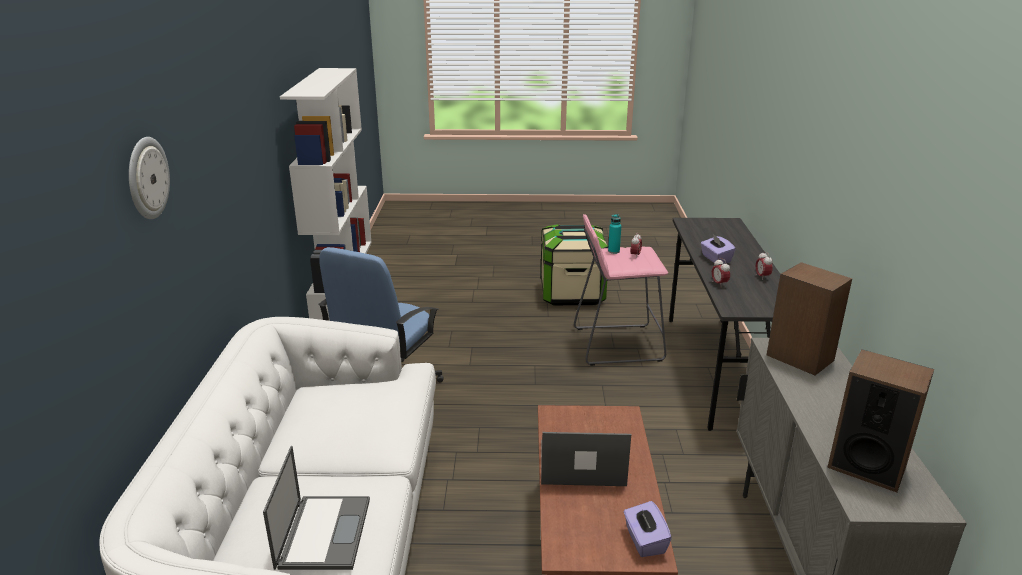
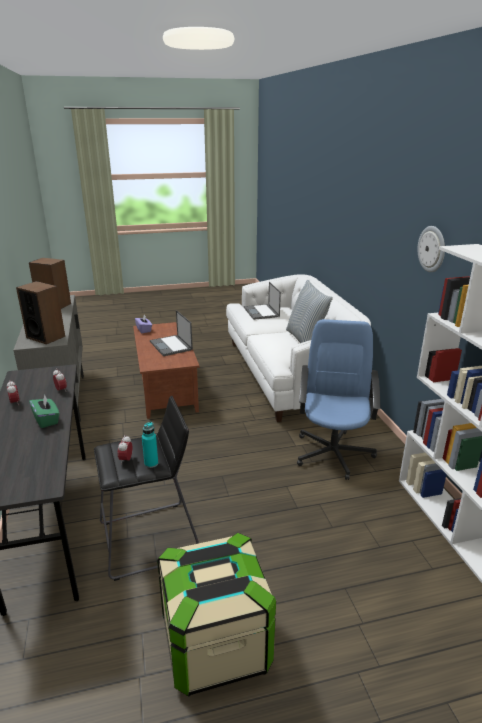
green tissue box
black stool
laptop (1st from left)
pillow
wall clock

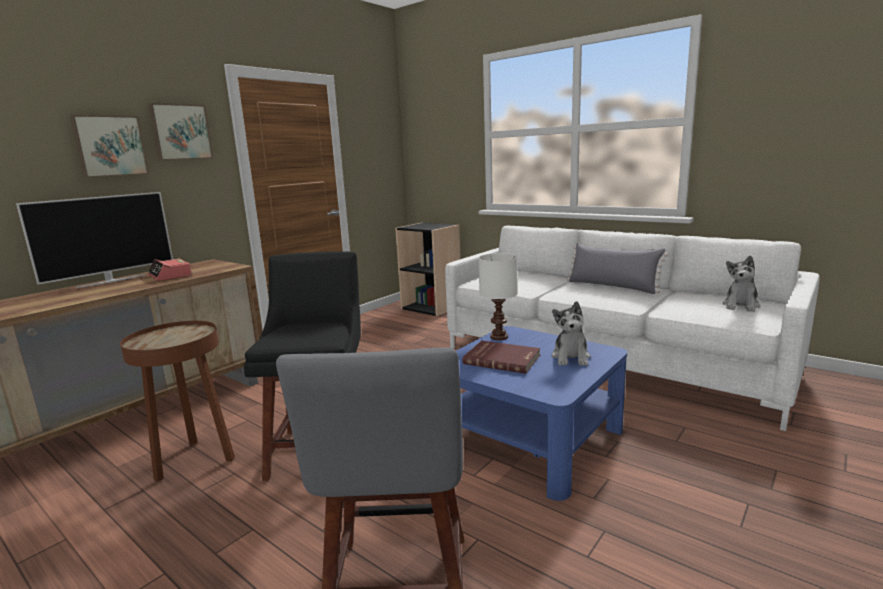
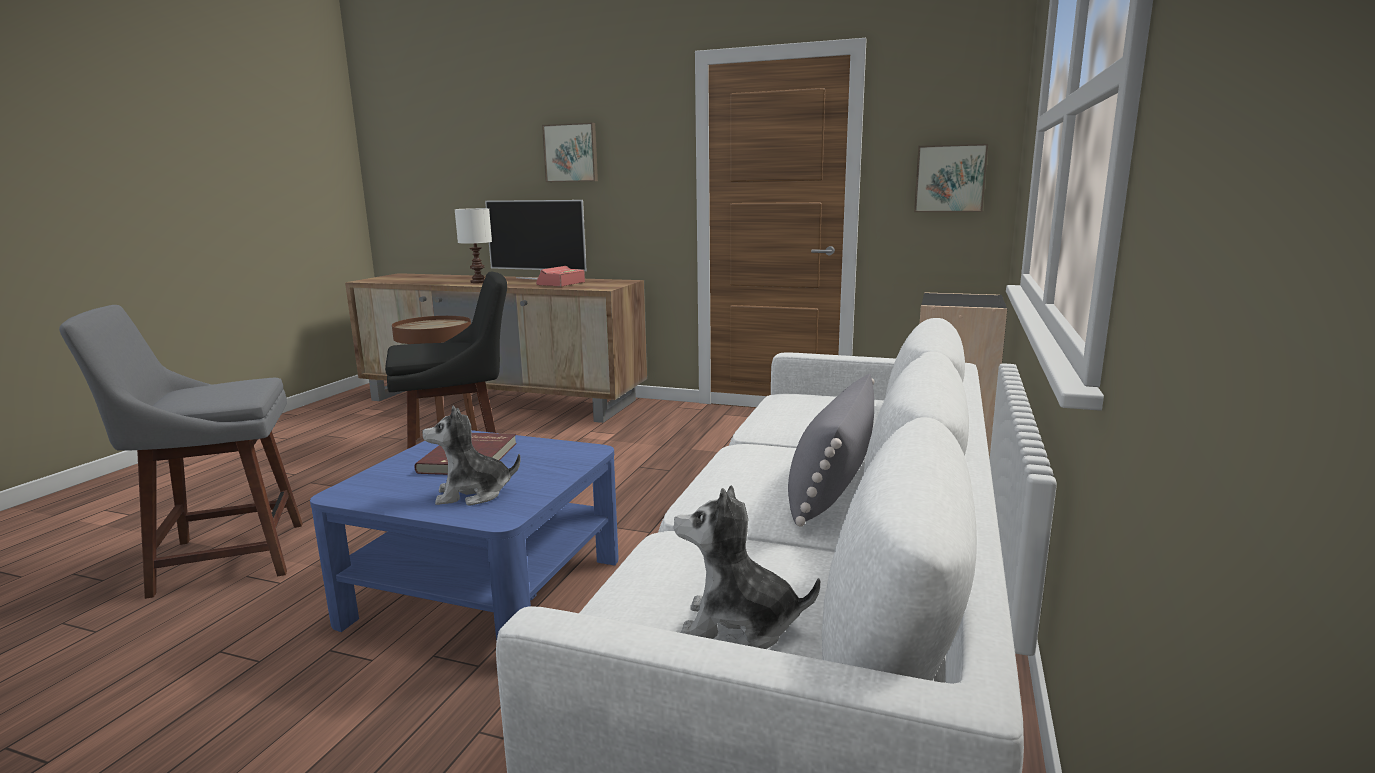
white table lamp
picture (2nd from left)

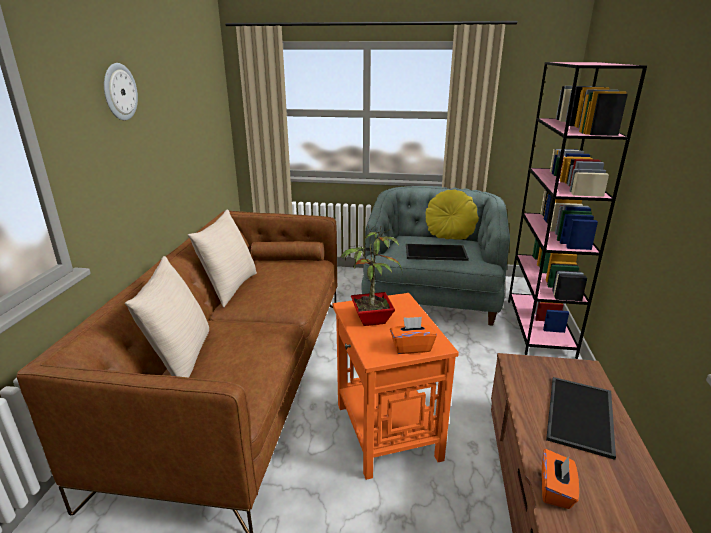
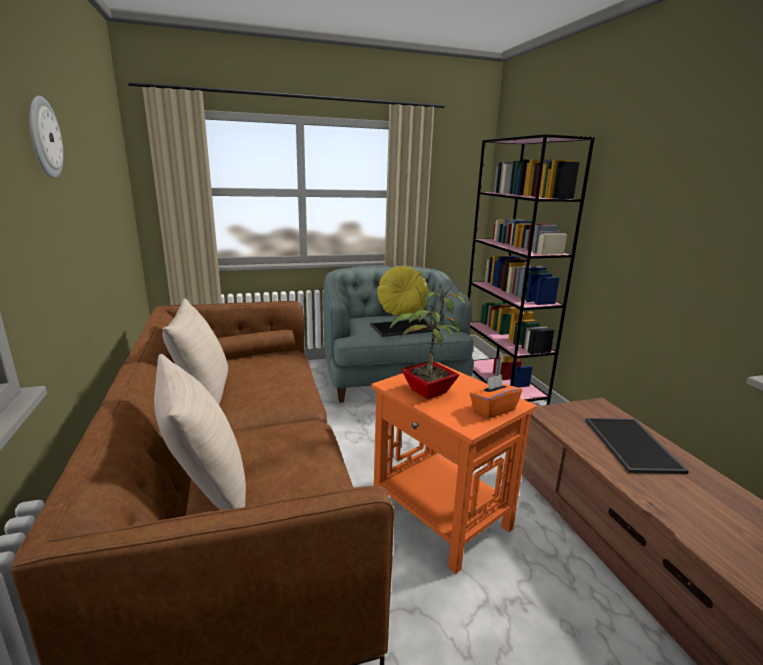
orange tissue box (2nd from left in the first image)

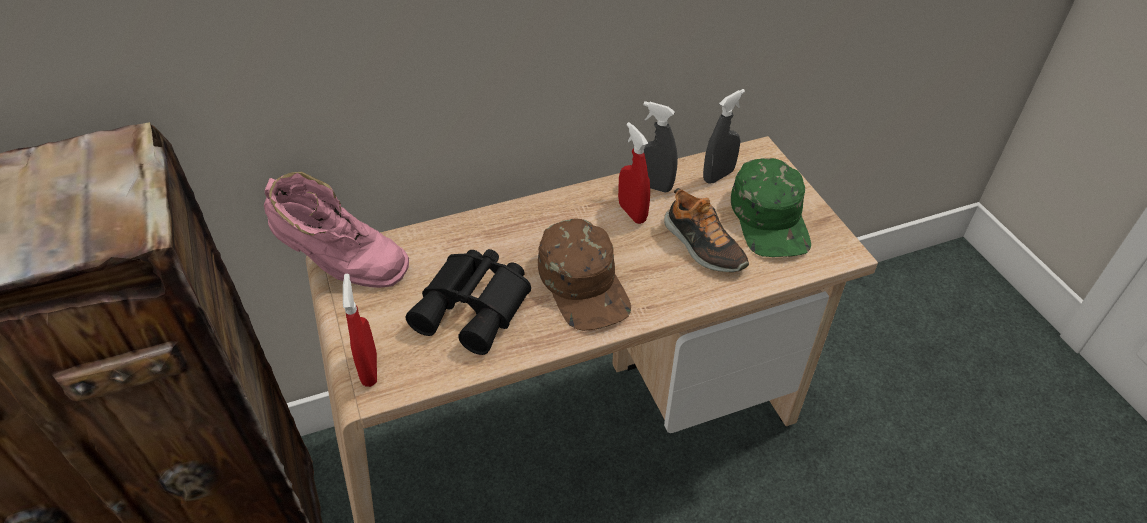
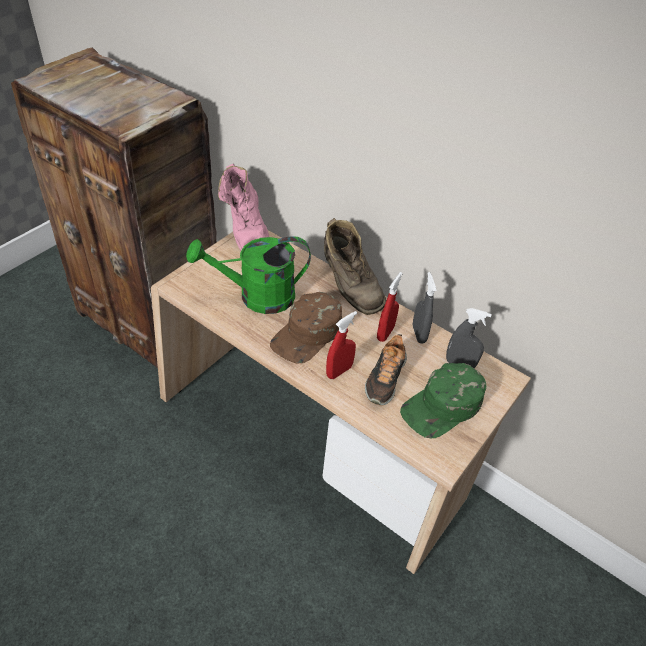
green watering can
brown boot
red spray bottle (1st from left)

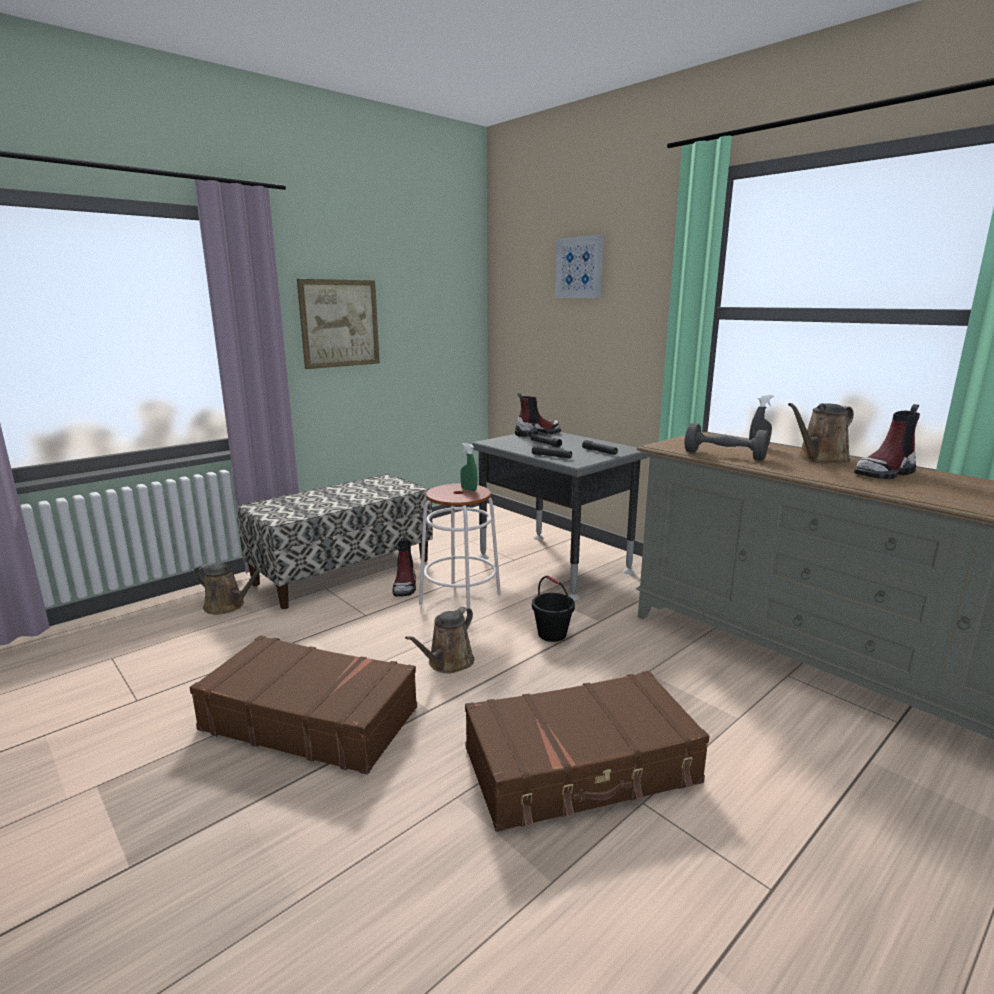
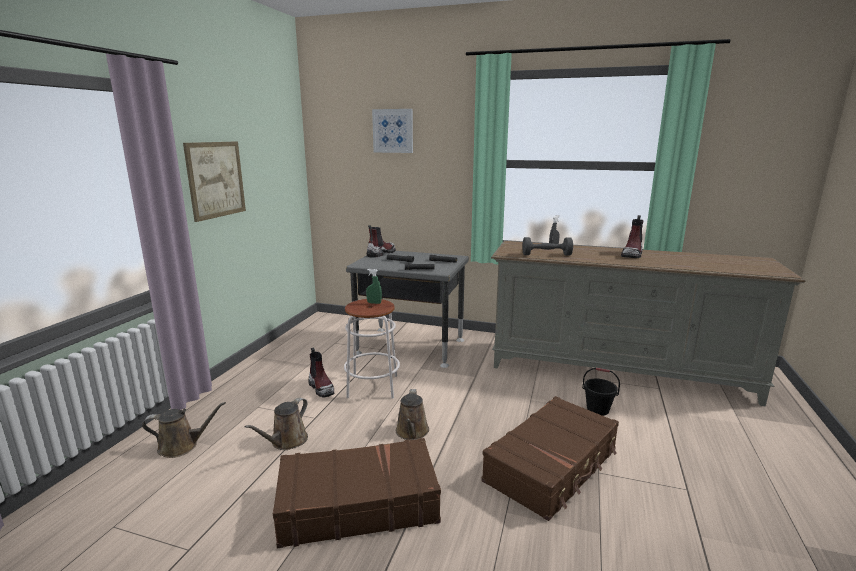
brown watering can (2nd from left)
black bucket
bench

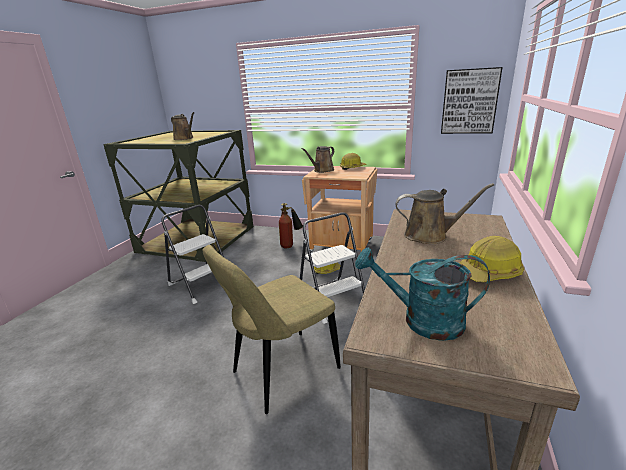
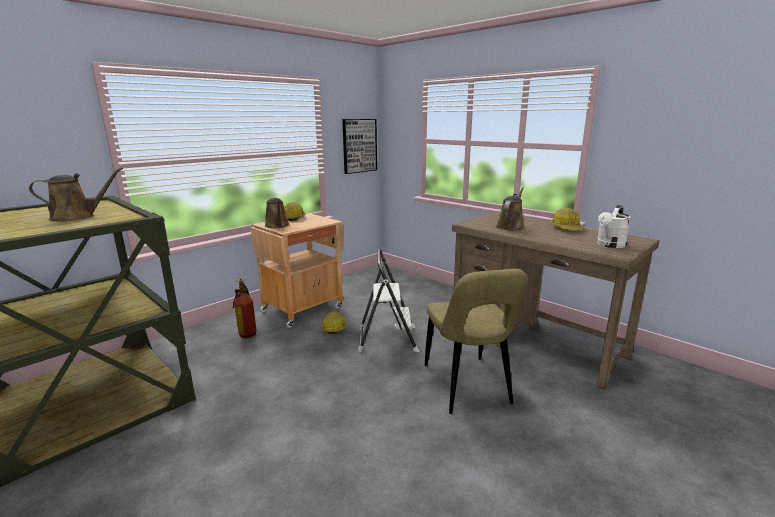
white watering can
white step ladder (1st from left in the first image)

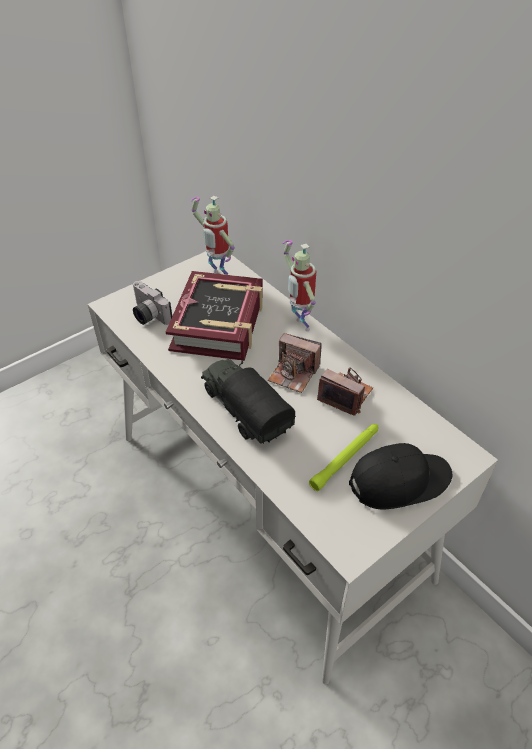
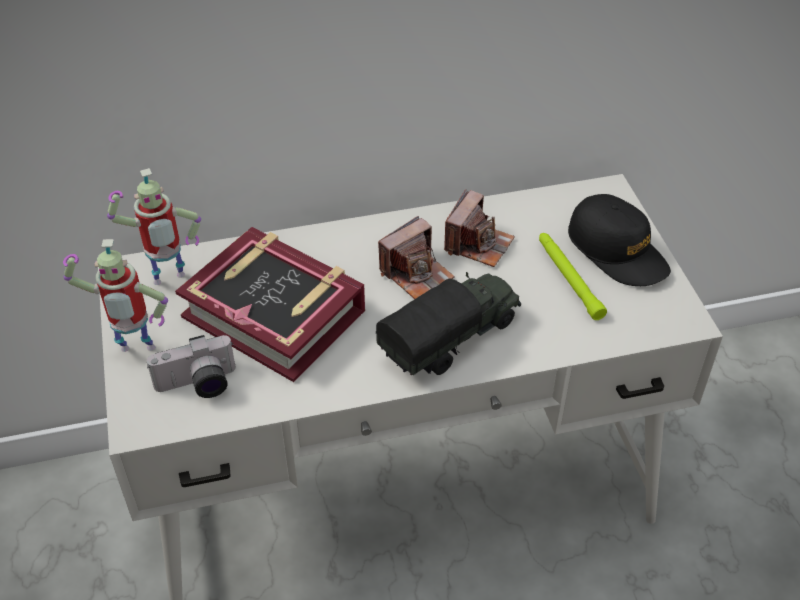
toy robot (1st from left)
toy truck
photo camera (3rd from left)
black cap

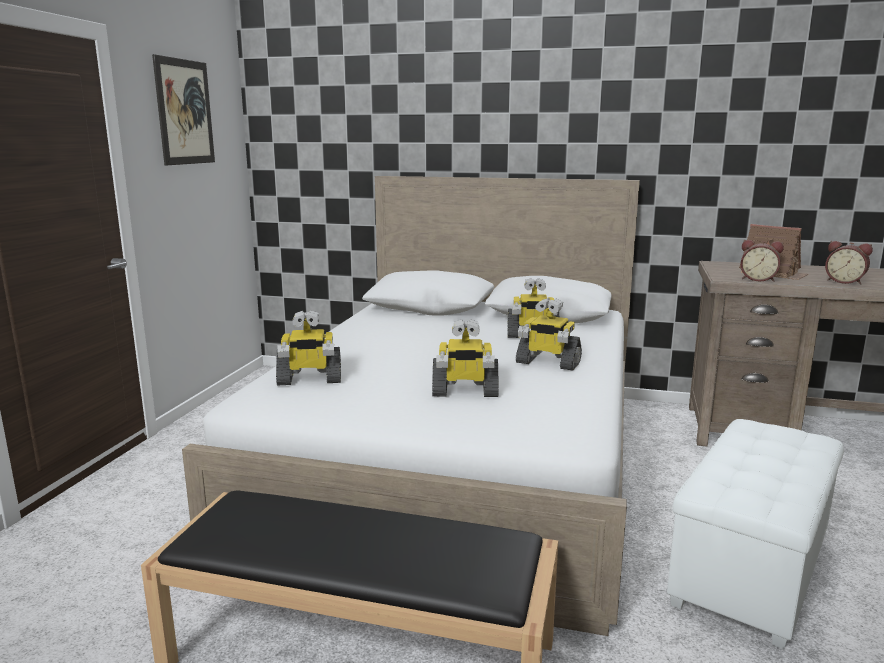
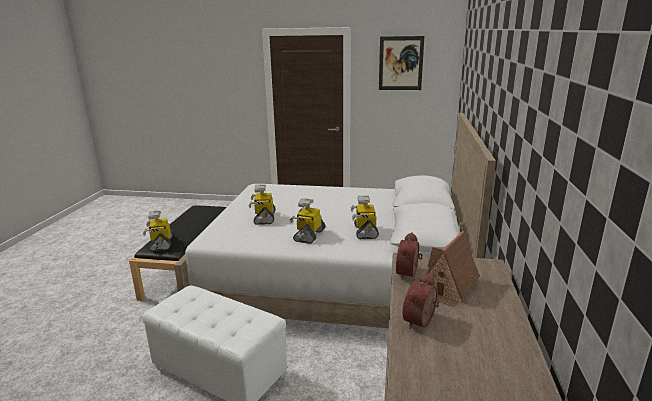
toy robot (1st from left)

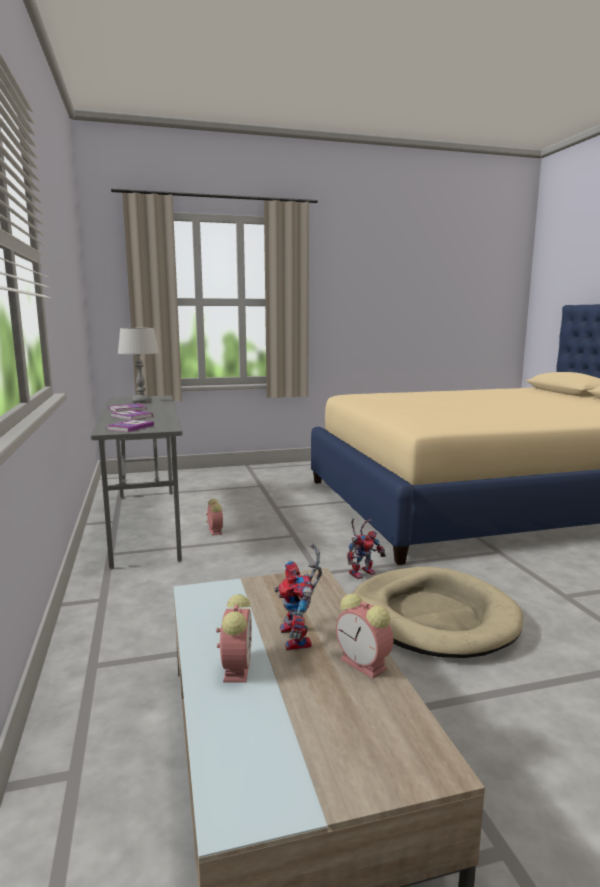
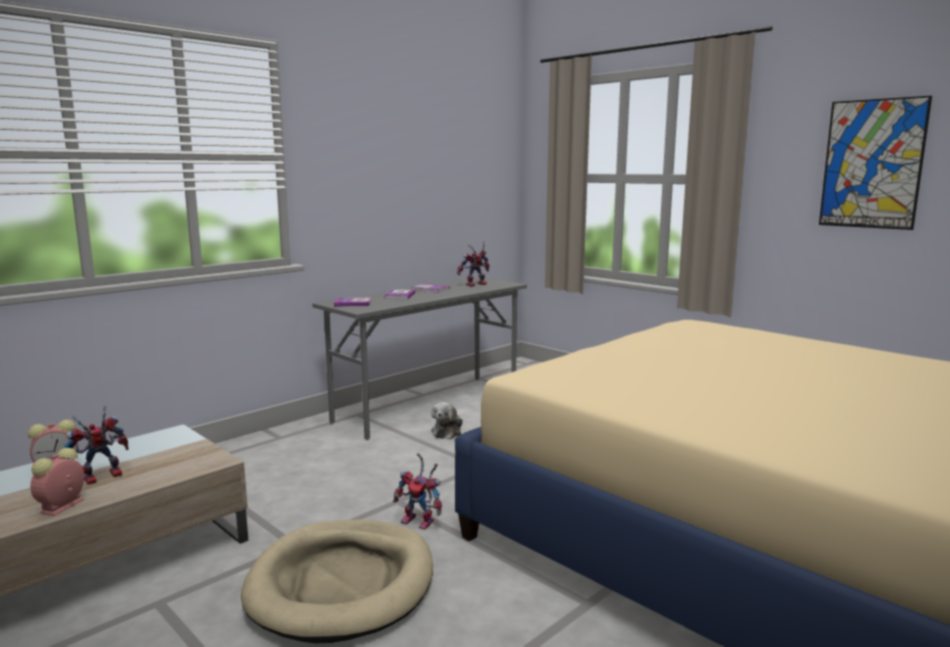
plush toy
toy robot (3rd from left)
picture

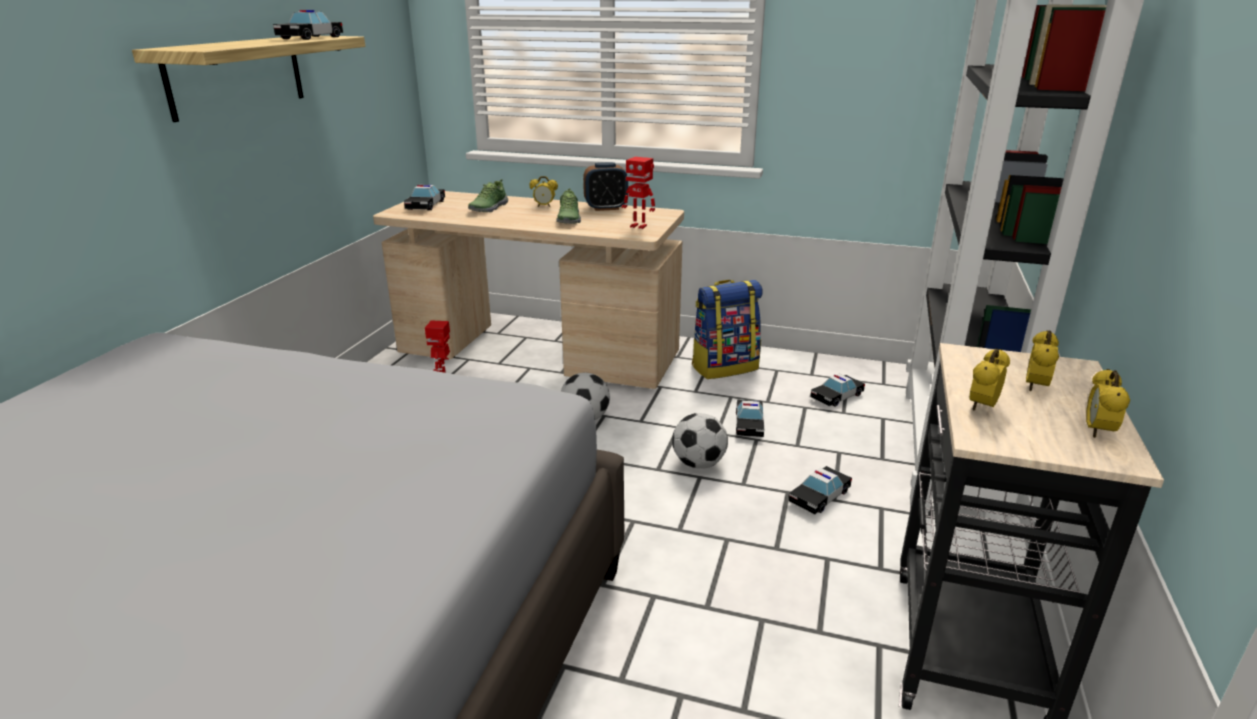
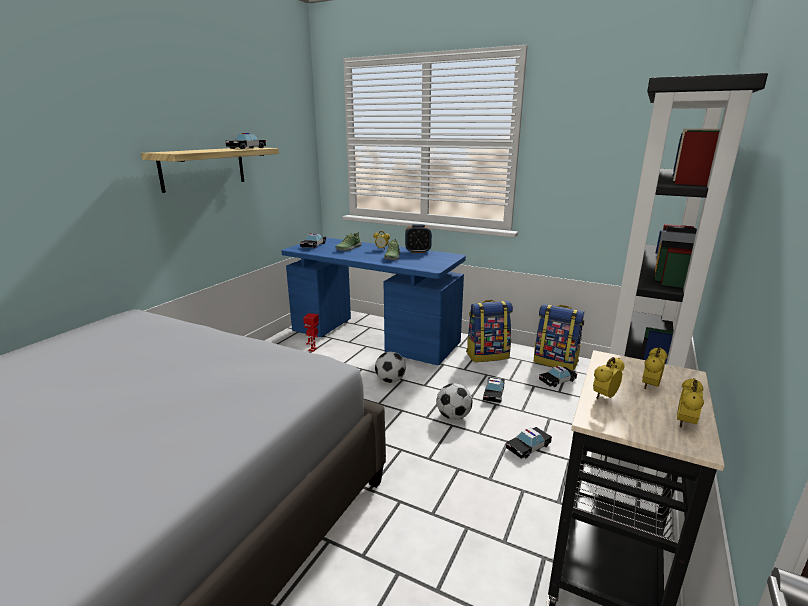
blue desk
backpack (2nd from left)
toy robot (2nd from left in the first image)

